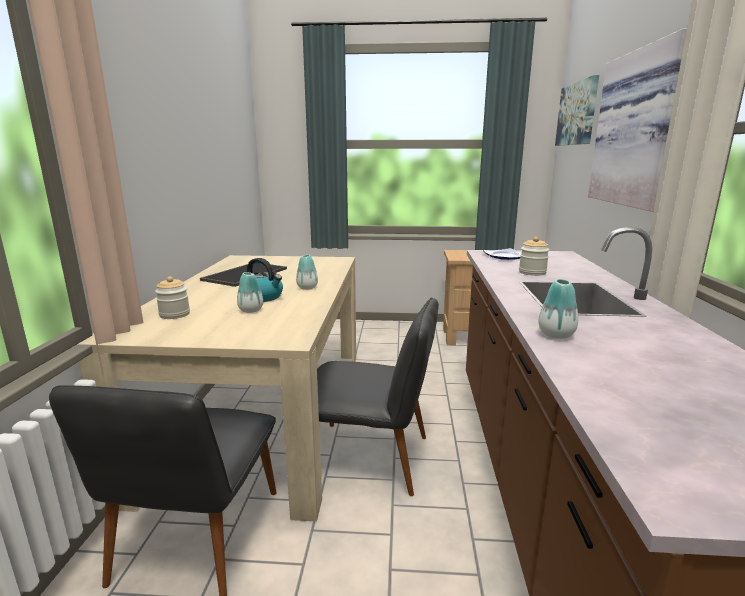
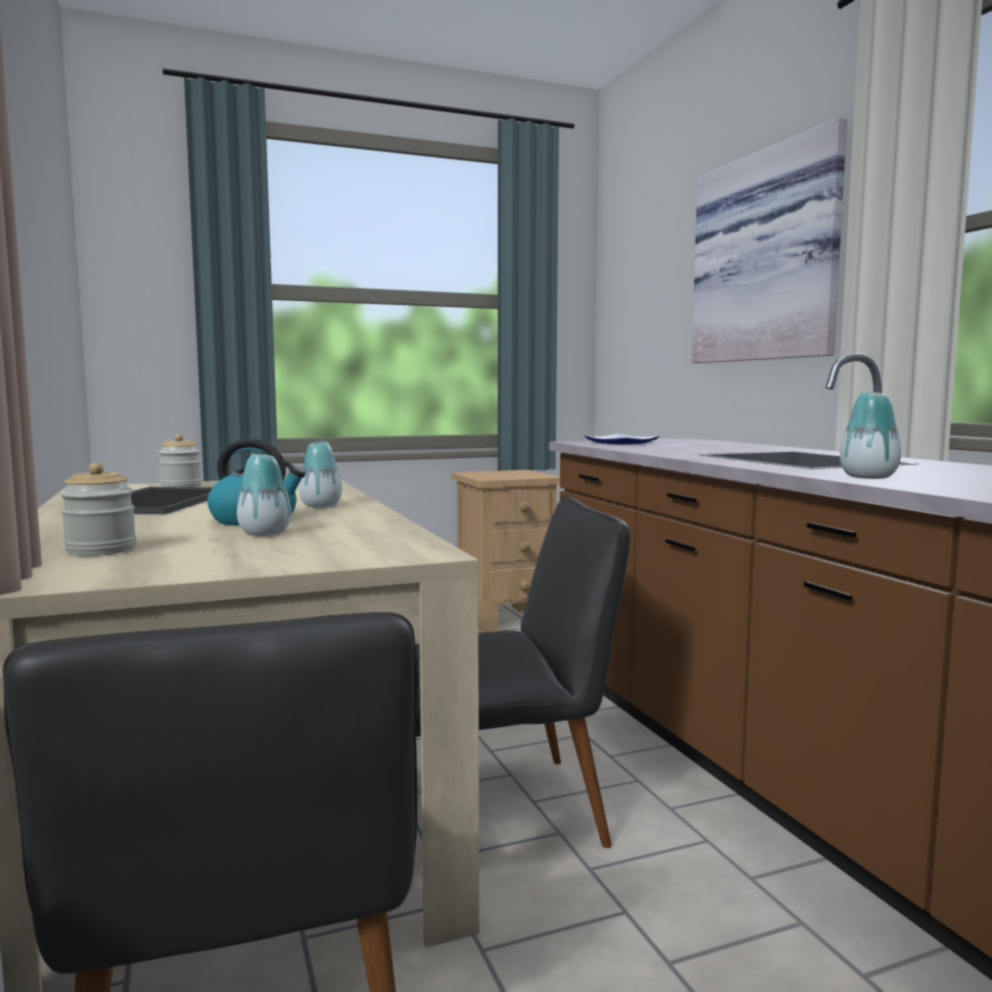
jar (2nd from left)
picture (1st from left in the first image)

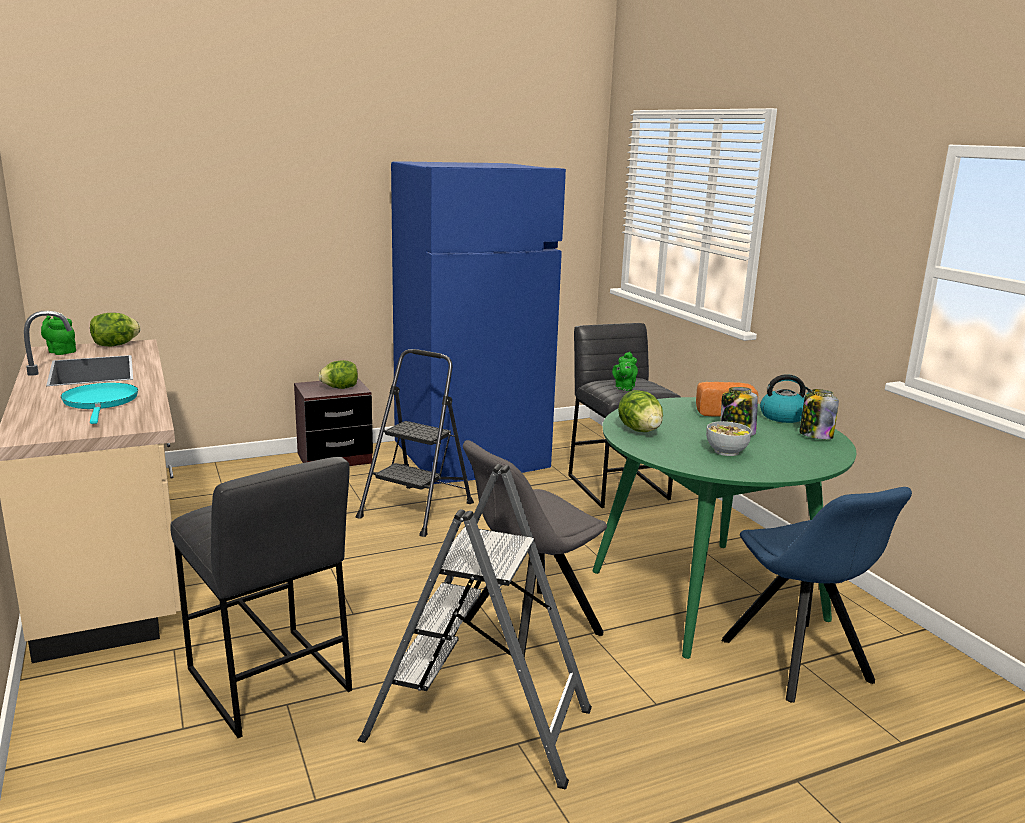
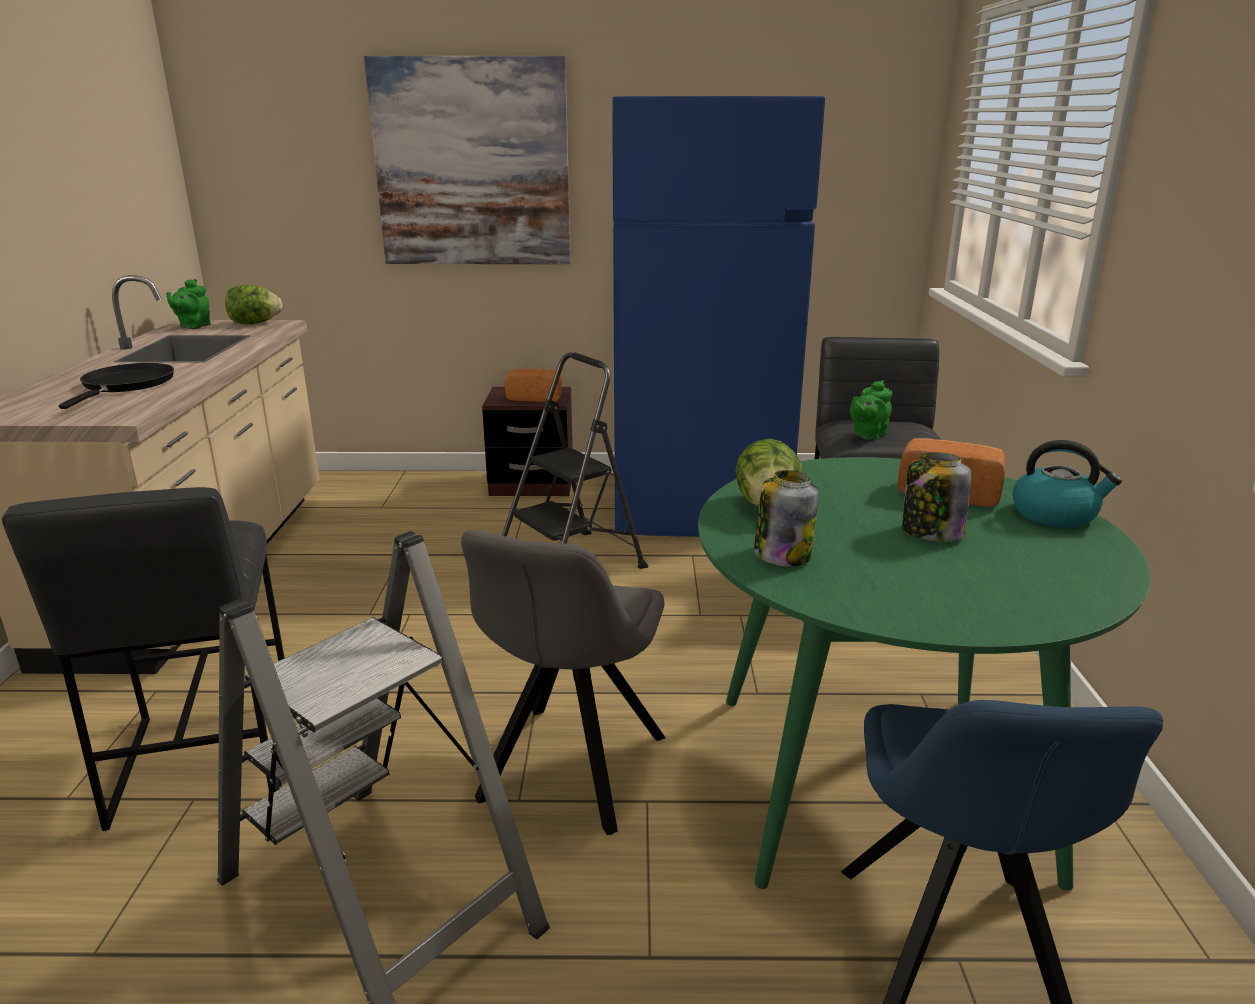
black frying pan
green teapot (1st from left)
picture
grey chair
bread (1st from left)
jar (1st from left)
bowl

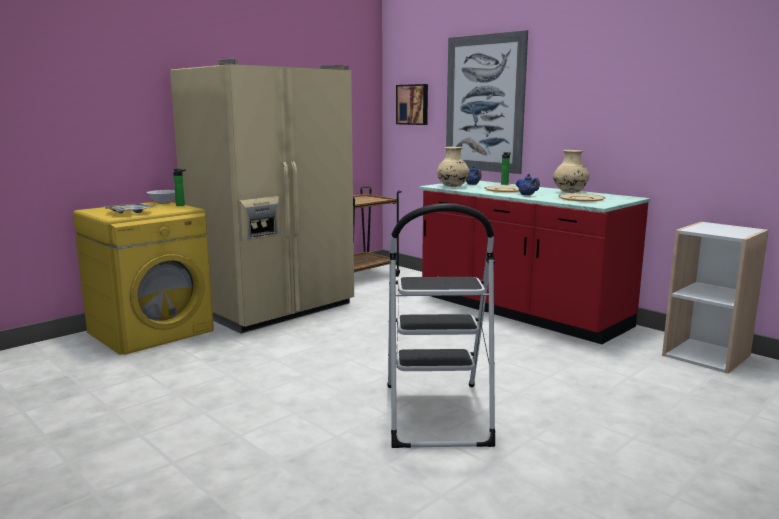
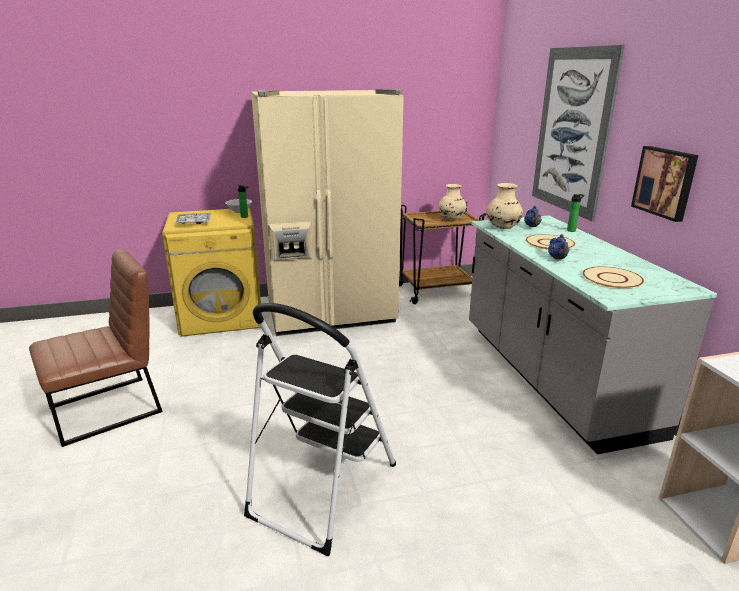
brown chair
beige vase (1st from left)
grey counter
picture (2nd from left)

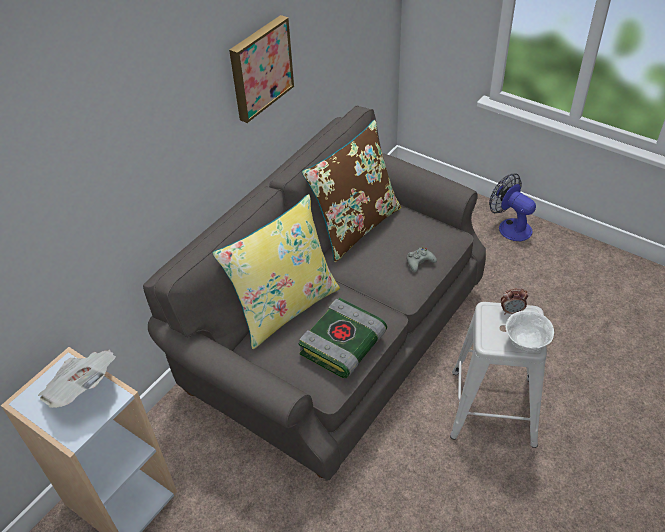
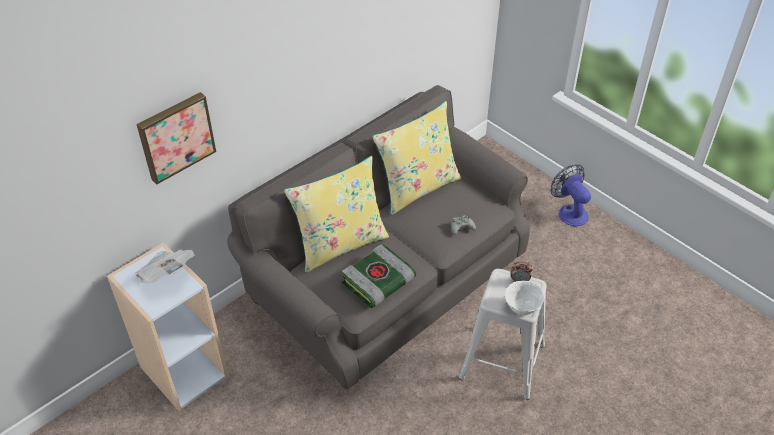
picture
yellow pillow (2nd from left)

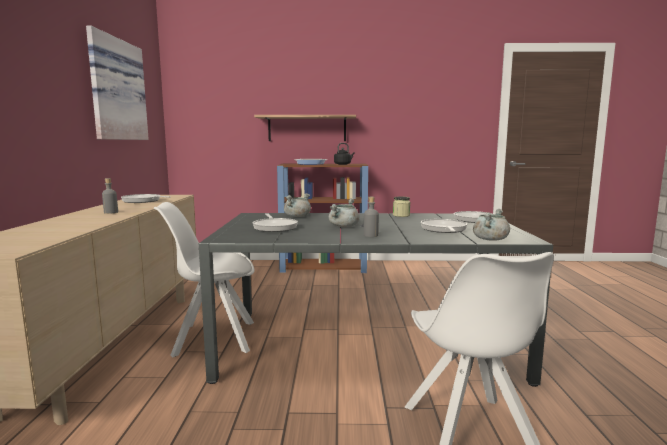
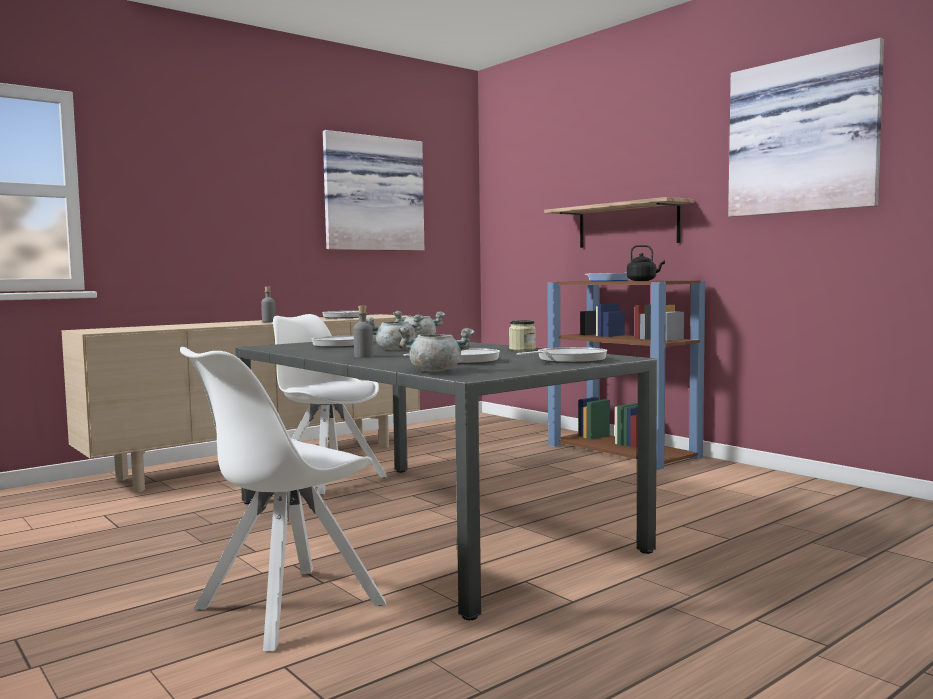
picture (2nd from left)

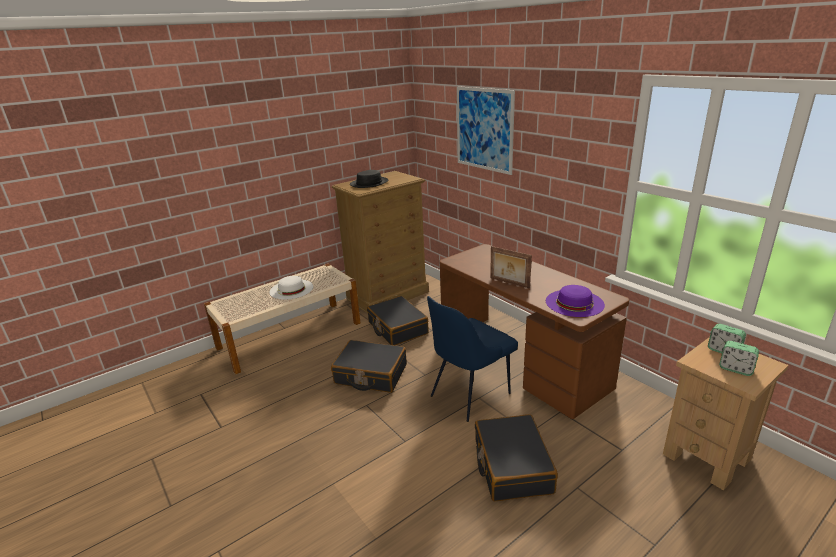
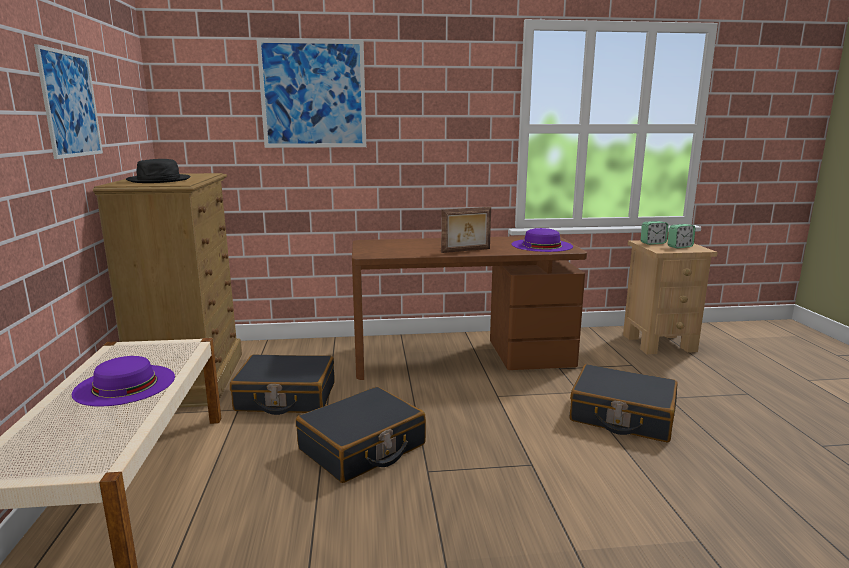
picture (1st from left)
purple hat (1st from left)
blue chair

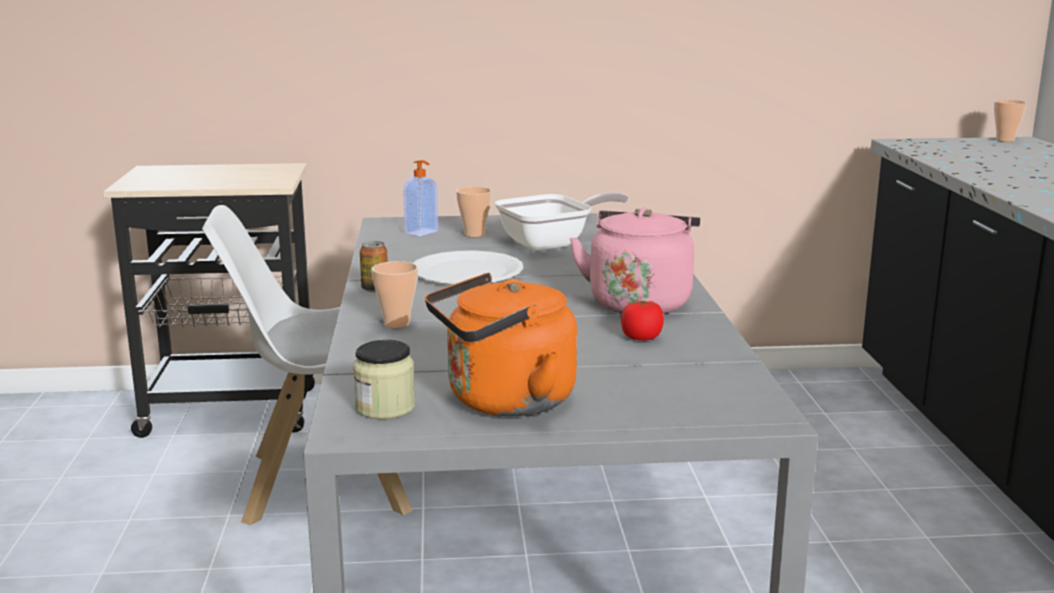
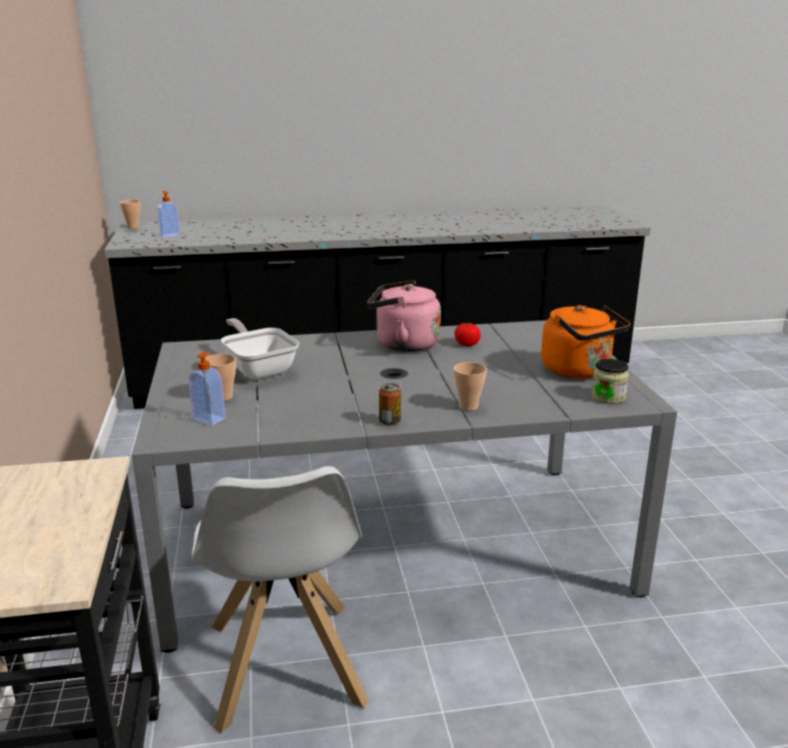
soap dispenser (1st from left)
white plate

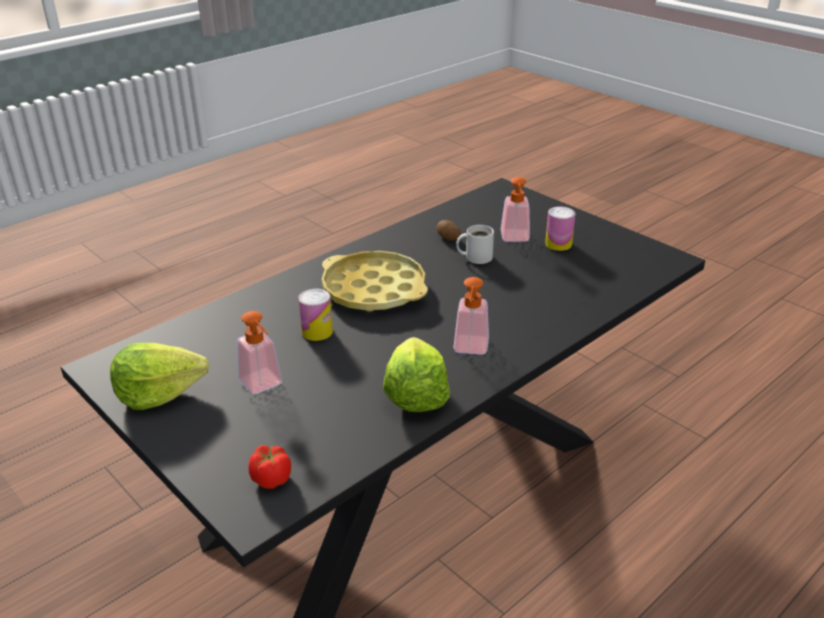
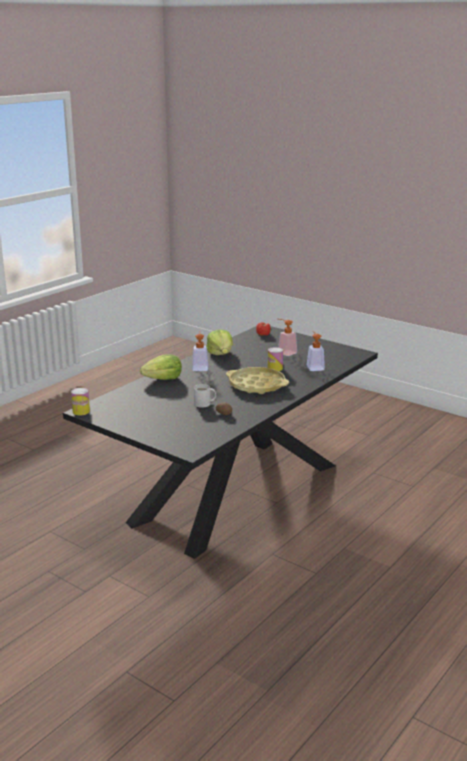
can (1st from left)
lettuce (1st from left)
soap dispenser (3rd from left)

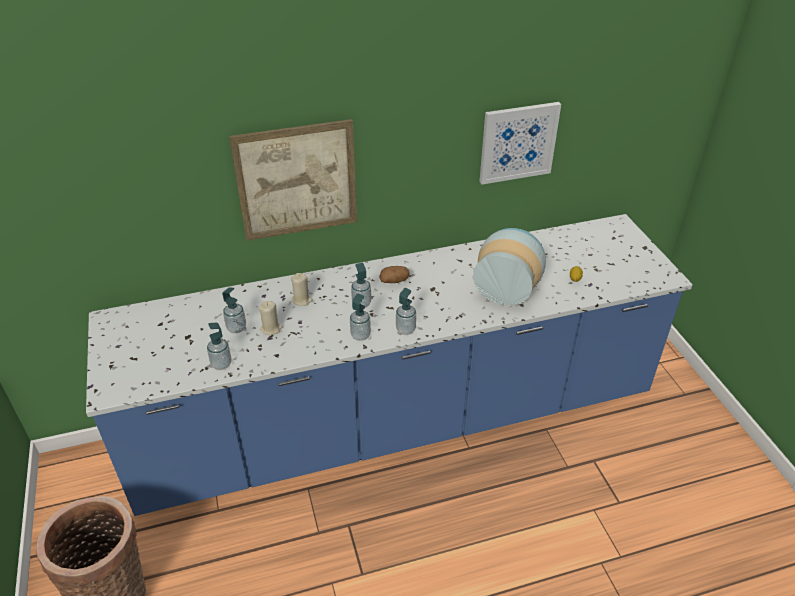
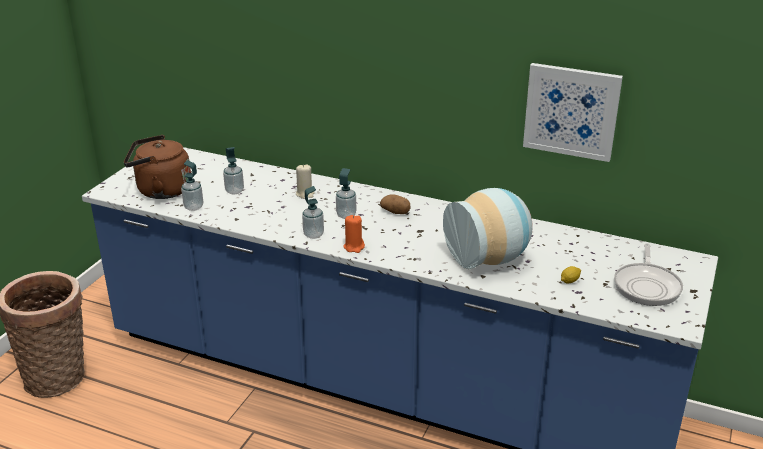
brown kettle
orange candle
frying pan
picture (1st from left in the first image)
beige candle (1st from left in the first image)

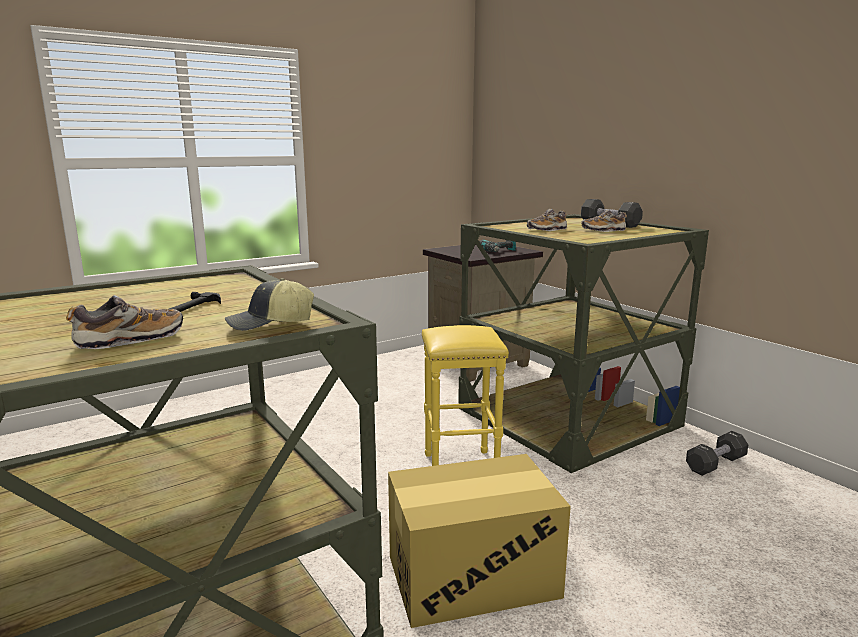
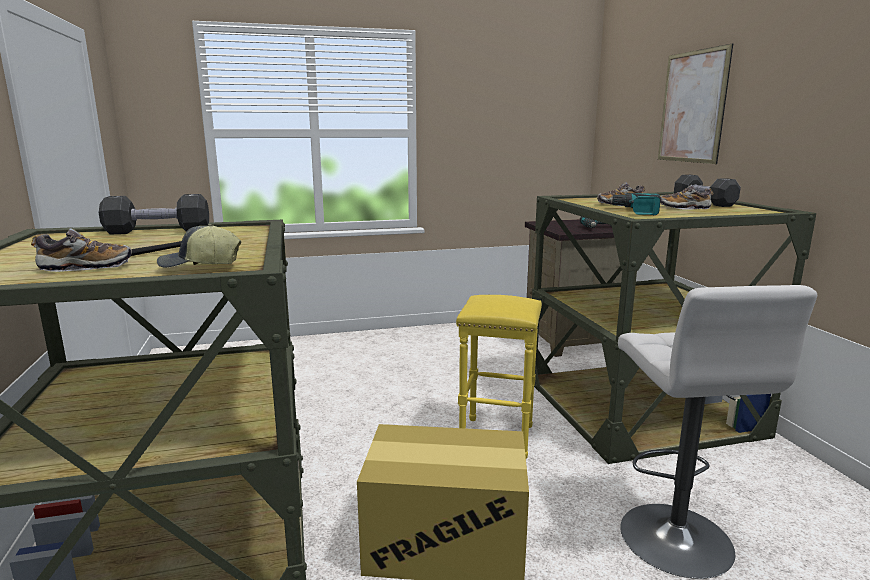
black dumbbell (1st from left)
power drill (2nd from left)
white stool
picture

